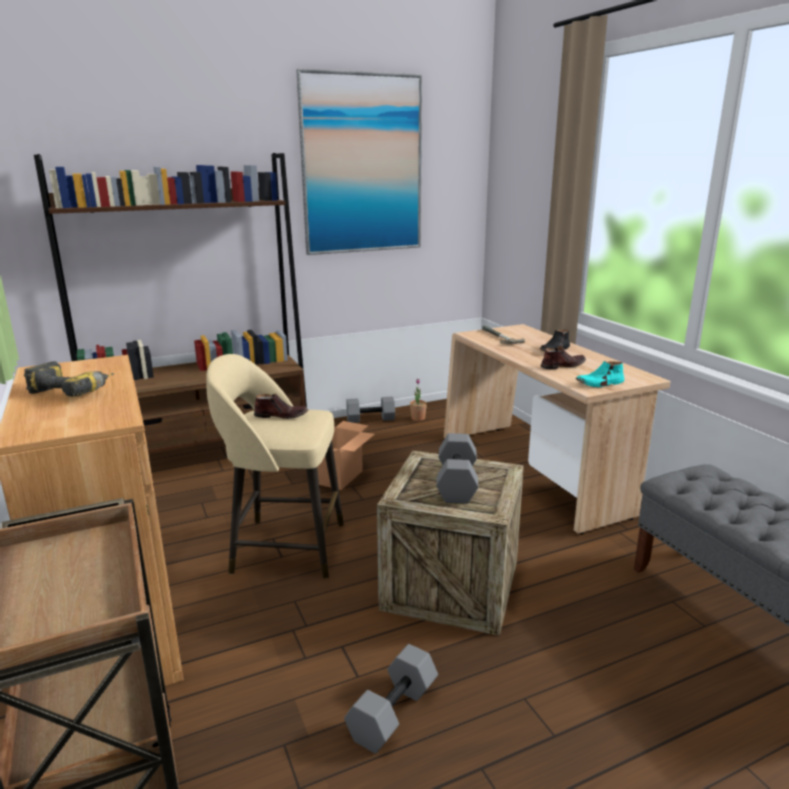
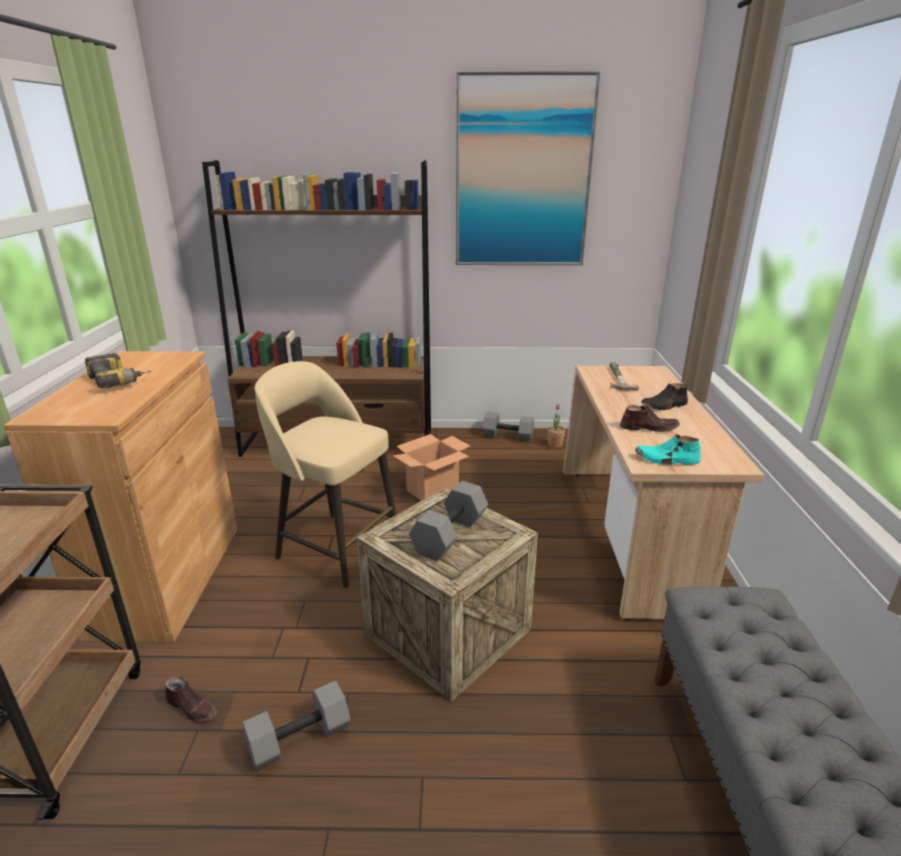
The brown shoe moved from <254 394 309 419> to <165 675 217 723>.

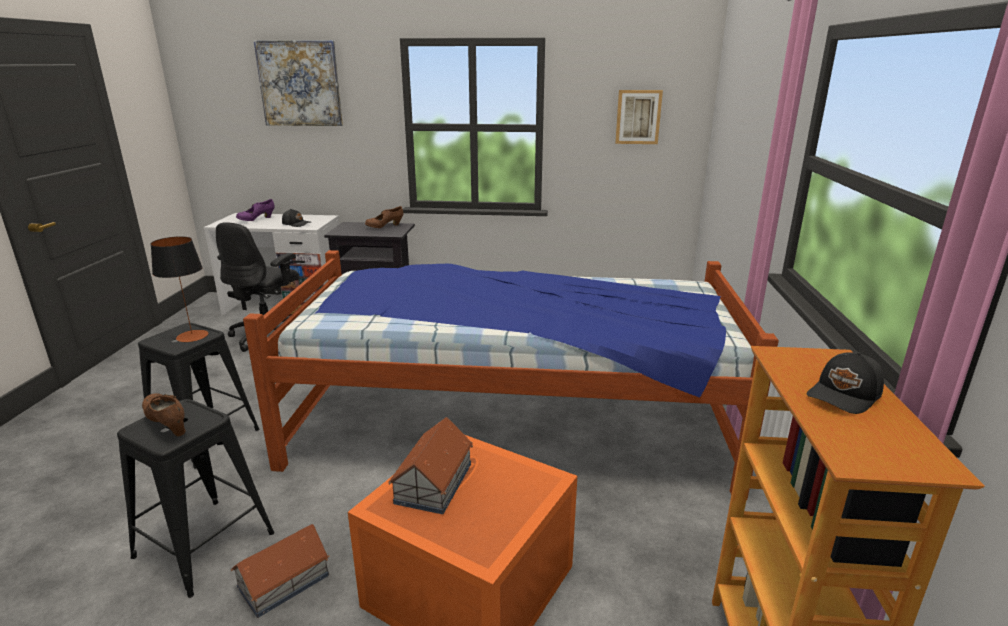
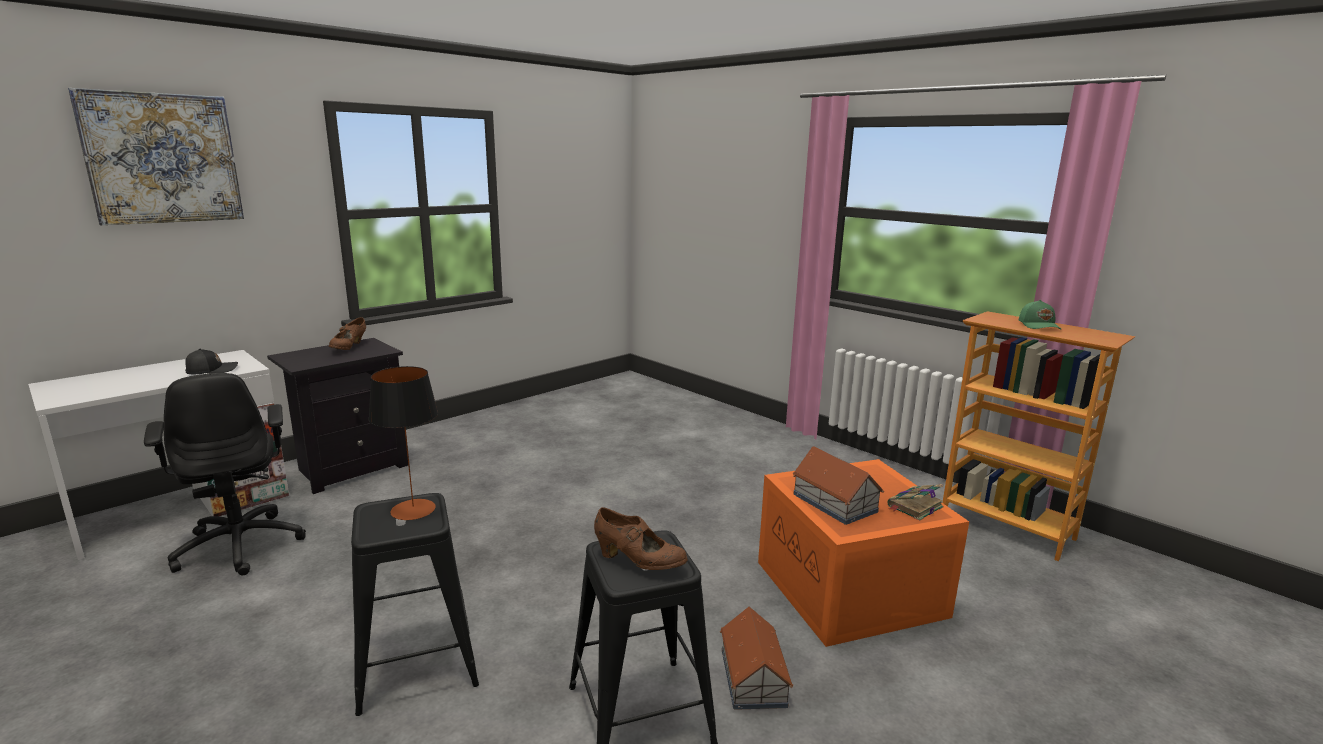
The brown shoe at <142 393 186 436> turned 150 degrees counterclockwise. The purple shoe at <236 199 275 221> disappeared. The bed at <243 250 779 499> disappeared. The picture at <615 90 663 144> disappeared. The black cap at <807 352 884 414> became the green cap at <1019 300 1062 330>. The book at <887 484 944 521> appeared.

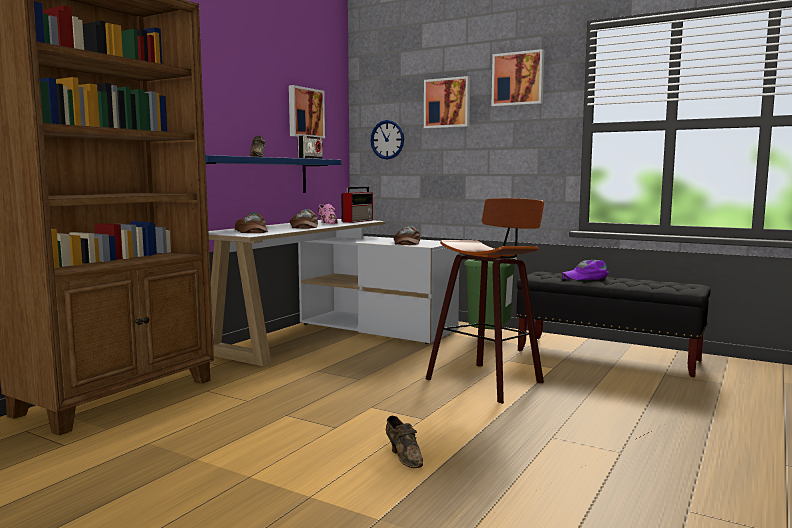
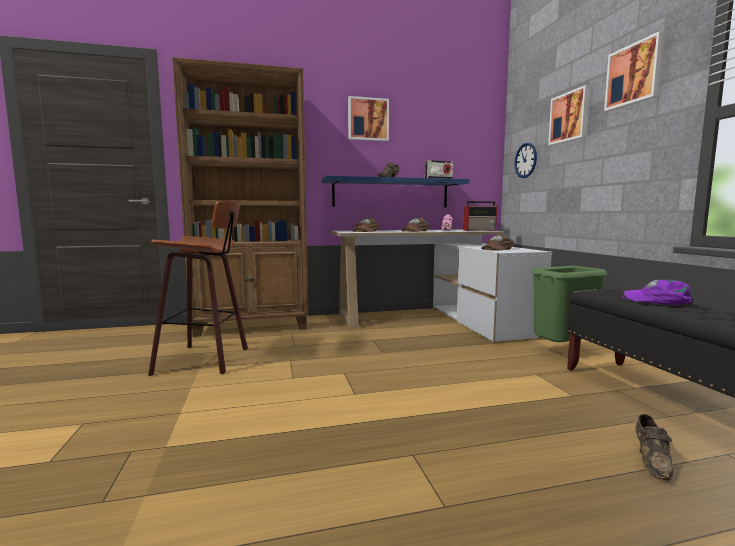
The picture moved from <289 85 325 138> to <348 96 389 141>. The brown shoe moved from <386 416 423 468> to <635 414 673 480>. The stool moved from <426 198 544 404> to <148 201 248 376>.

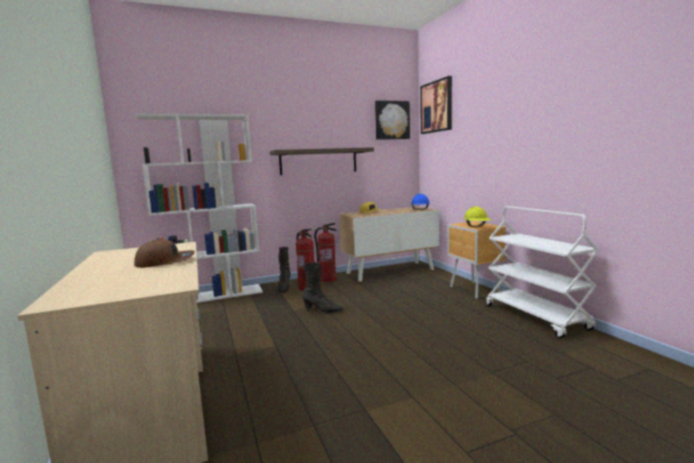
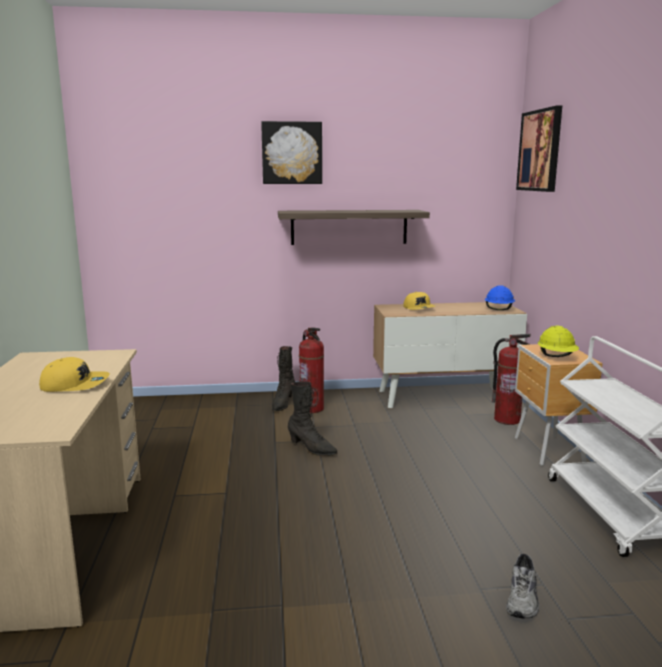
The brown cap at <134 239 195 268> became the yellow cap at <39 357 110 392>. The white bookcase at <136 114 263 303> disappeared. The fire extinguisher moved from <314 223 337 282> to <492 334 531 425>. The picture moved from <375 100 410 140> to <261 121 322 184>. The grey shoe at <506 554 539 618> appeared.

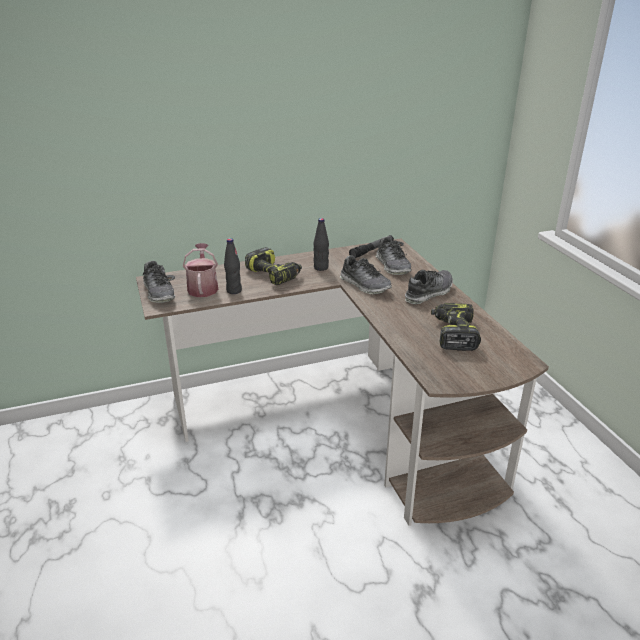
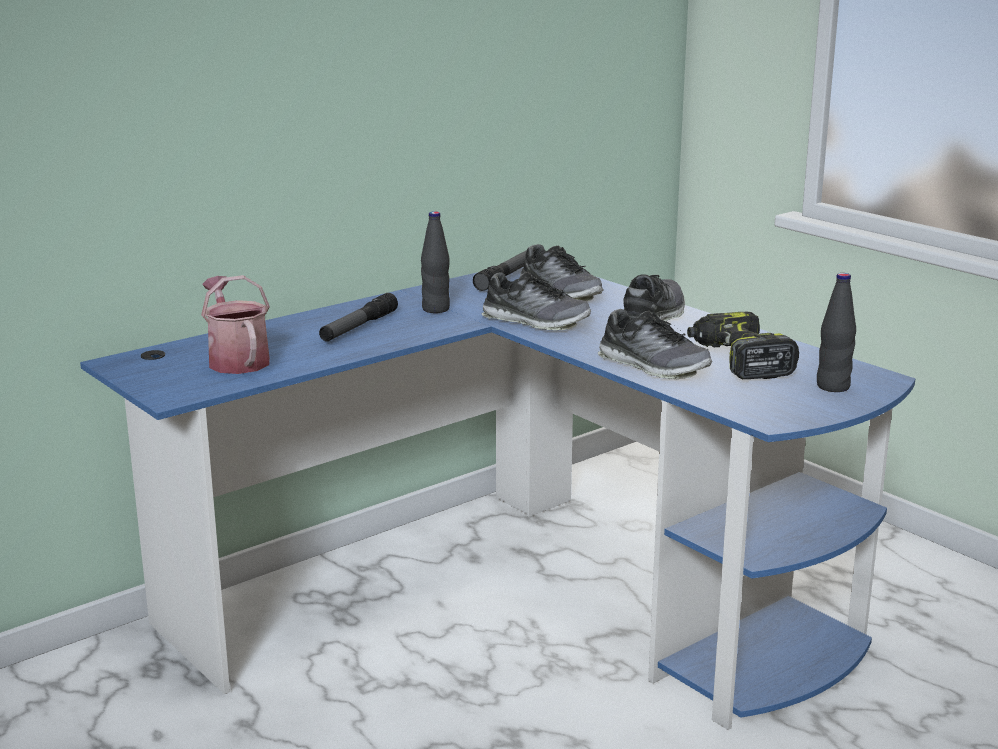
The brown desk at <136 238 549 526> became the blue desk at <80 267 915 730>. The shoe moved from <143 261 175 303> to <598 309 713 379>. The black bottle moved from <224 238 242 294> to <817 273 856 392>. The power drill at <245 247 302 285> was replaced by the flashlight at <319 293 398 341>.

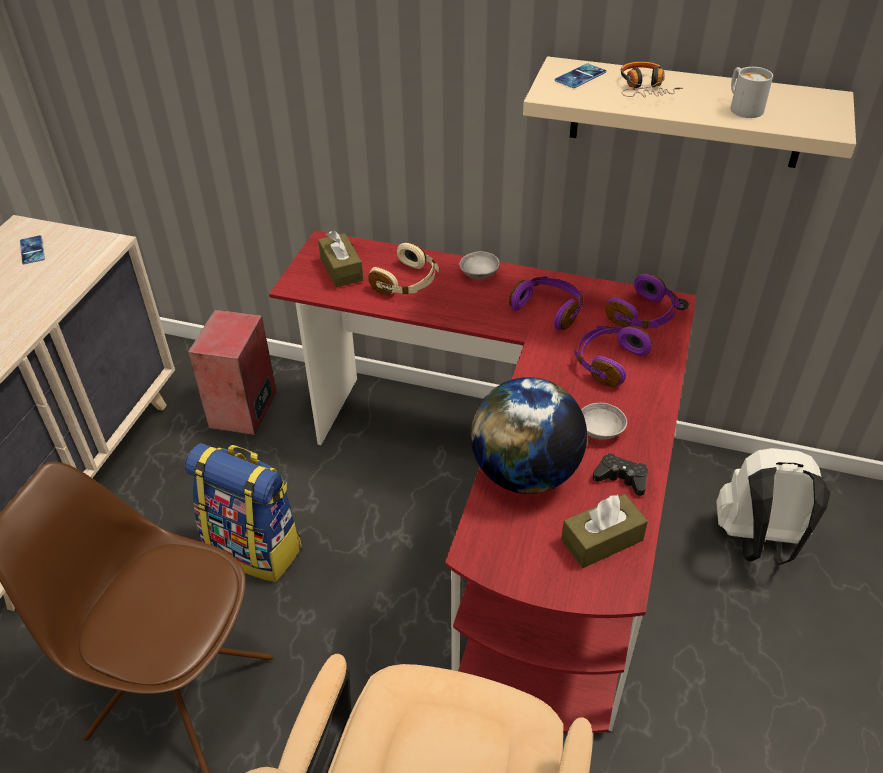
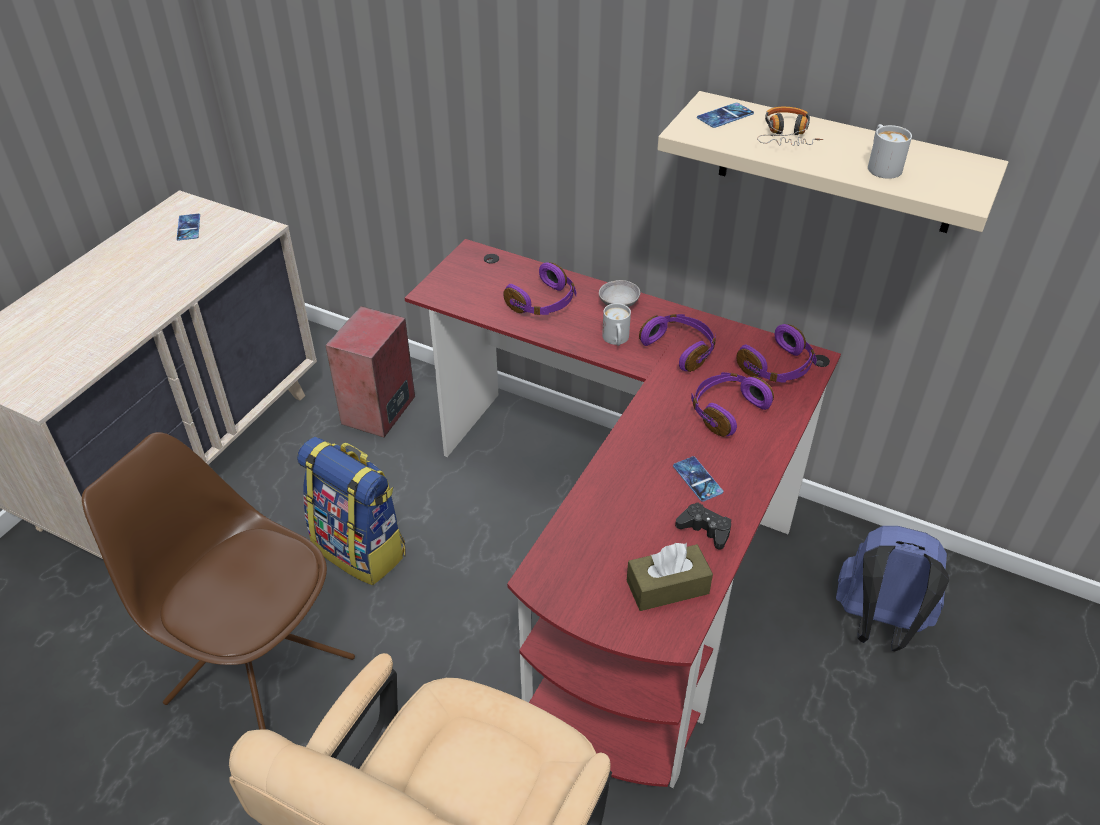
The brown tissue box at <318 231 363 287> disappeared. The beige headphones at <368 242 439 295> became the purple headphones at <503 262 576 315>. The globe at <471 377 587 494> disappeared. The grey bowl at <581 403 627 440> was replaced by the phone at <673 456 723 502>. The white backpack at <716 448 830 565> became the blue backpack at <836 526 949 651>. The white mug at <602 303 631 346> appeared.

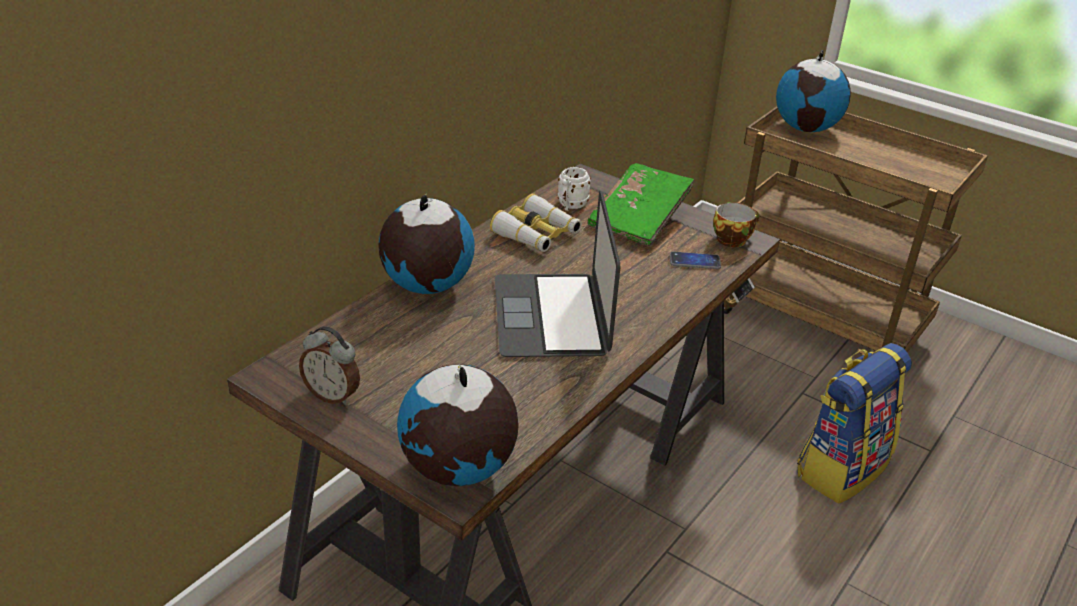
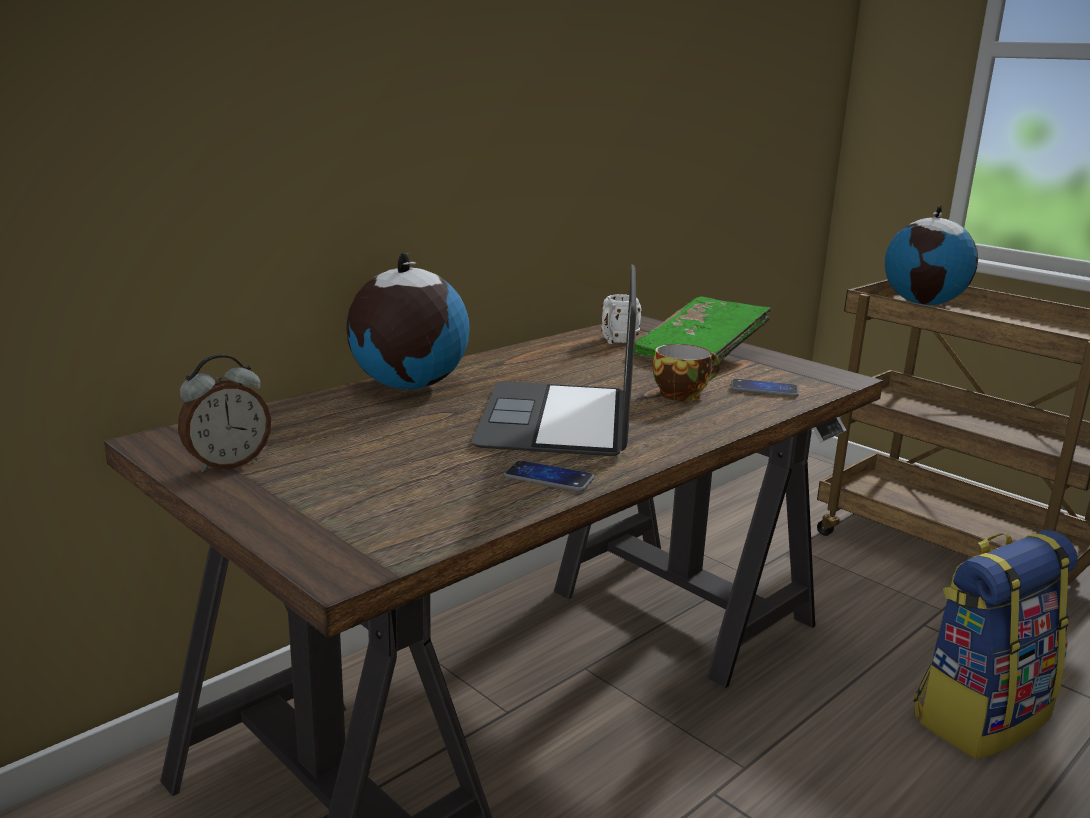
The alarm clock at <299 326 360 405> turned 75 degrees counterclockwise. The globe at <397 364 519 486> disappeared. The binoculars at <490 194 582 252> disappeared. The cup moved from <713 202 759 247> to <653 344 720 401>. The phone at <504 460 595 492> appeared.

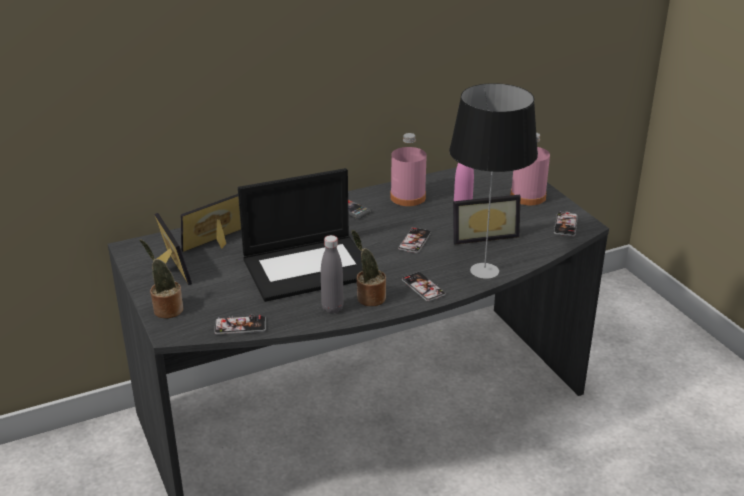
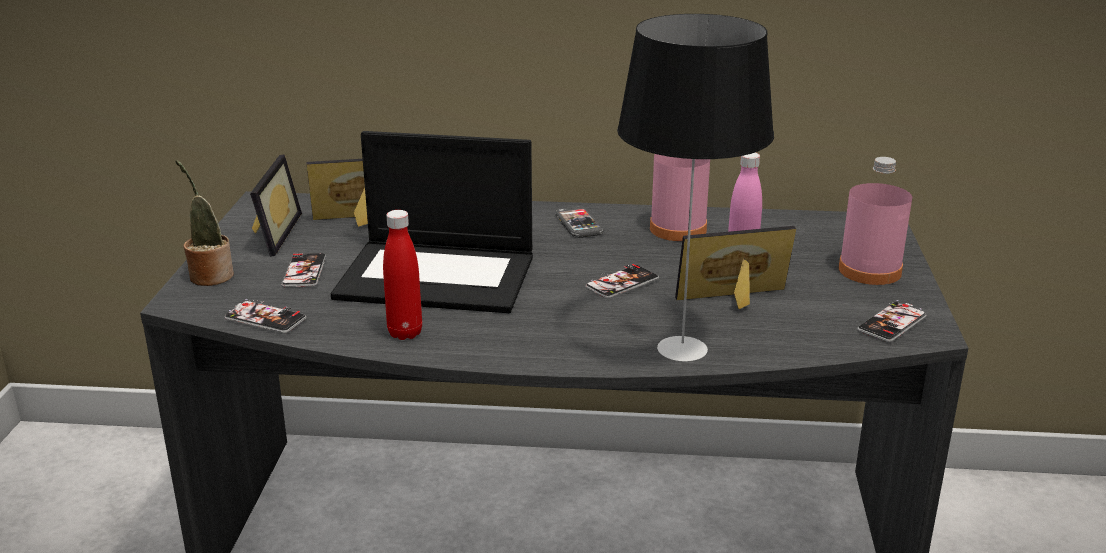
The grey bottle at <321 235 344 313> became the red bottle at <383 210 422 340>. The potted plant at <351 230 386 306> disappeared. The phone moved from <402 272 446 302> to <281 253 326 287>. The picture frame at <453 195 520 245> turned 150 degrees clockwise.

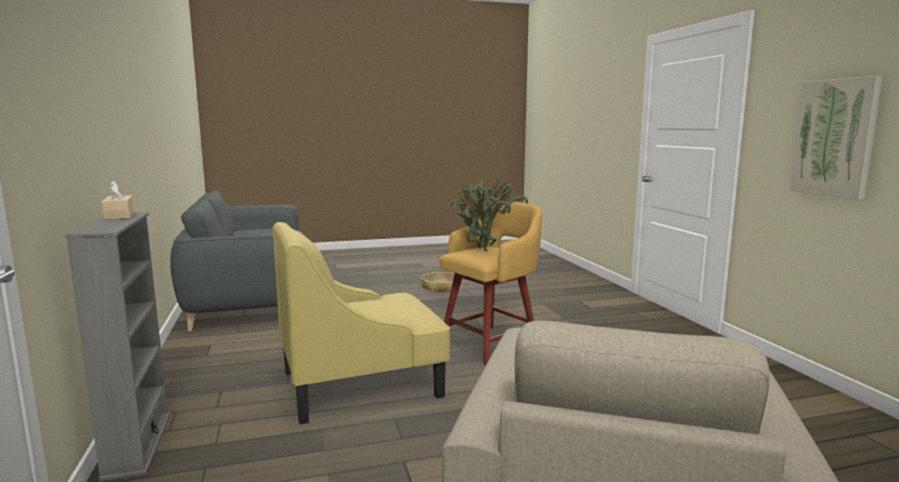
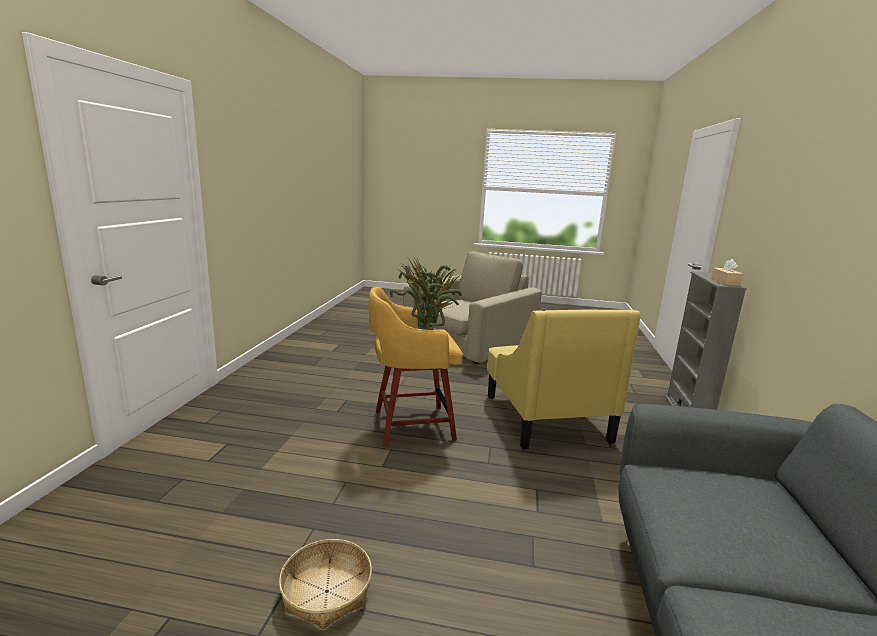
The yellow armchair at <273 222 450 425> turned 75 degrees clockwise. The picture at <790 76 882 199> disappeared.

